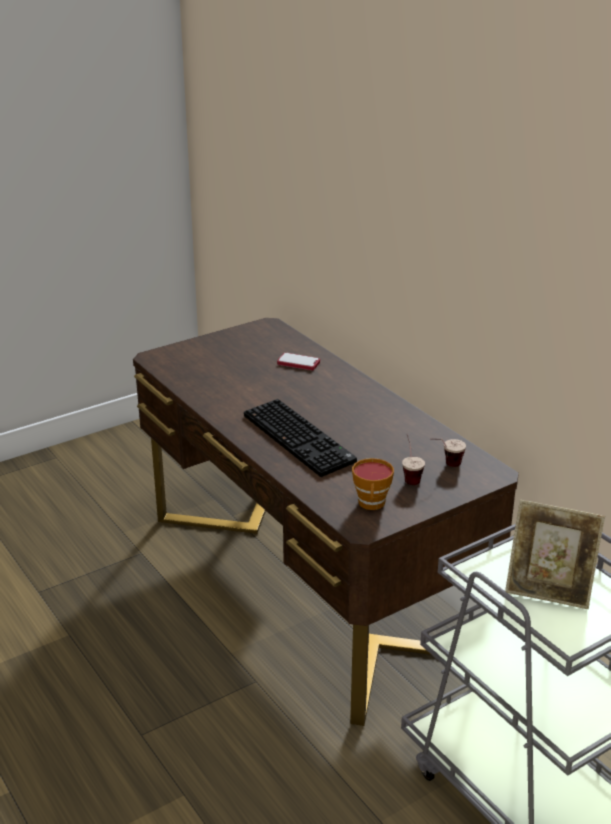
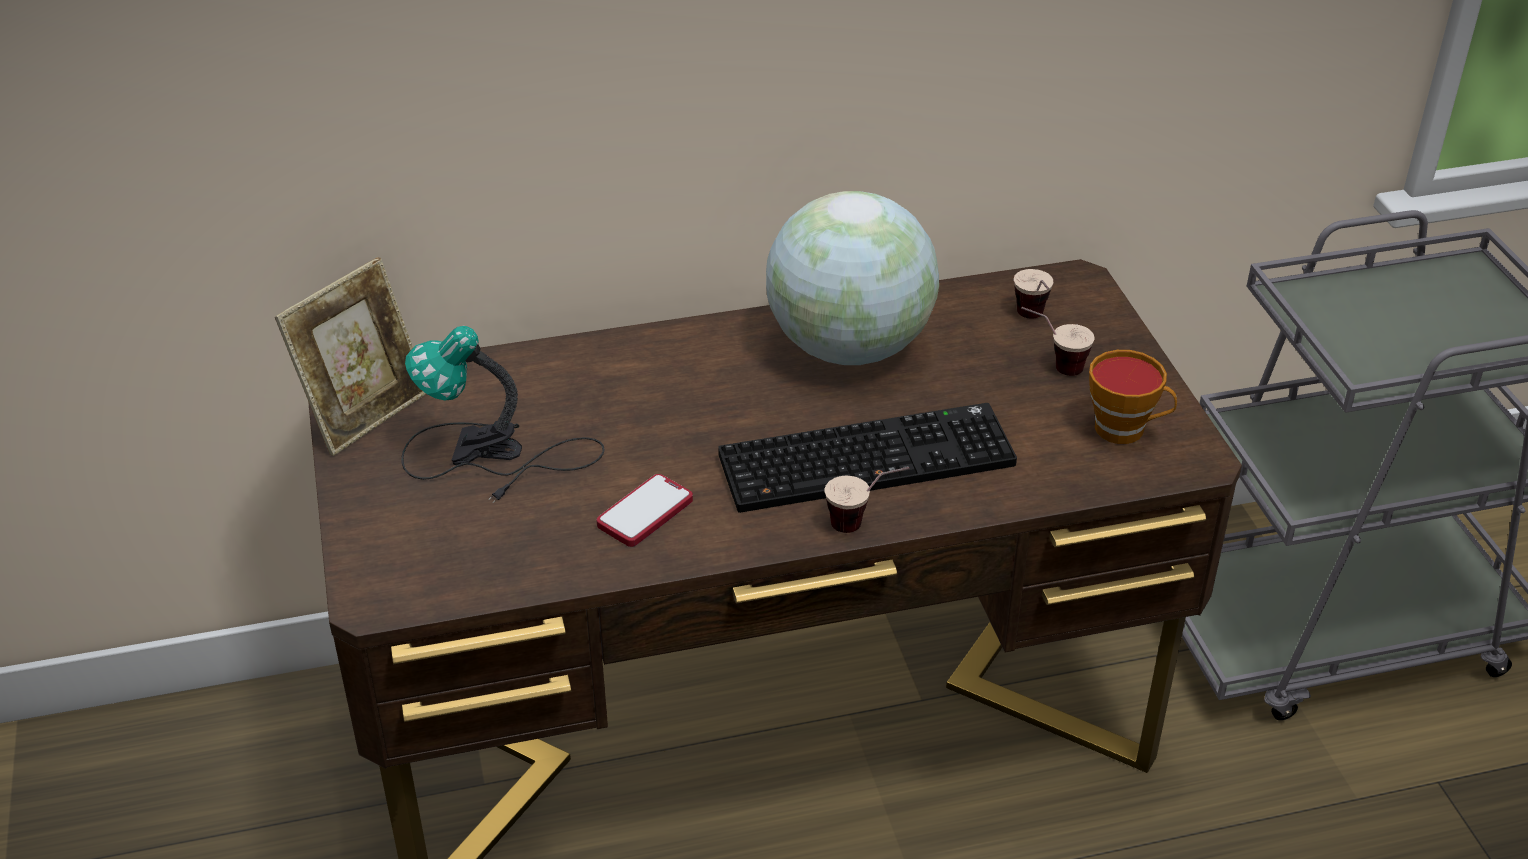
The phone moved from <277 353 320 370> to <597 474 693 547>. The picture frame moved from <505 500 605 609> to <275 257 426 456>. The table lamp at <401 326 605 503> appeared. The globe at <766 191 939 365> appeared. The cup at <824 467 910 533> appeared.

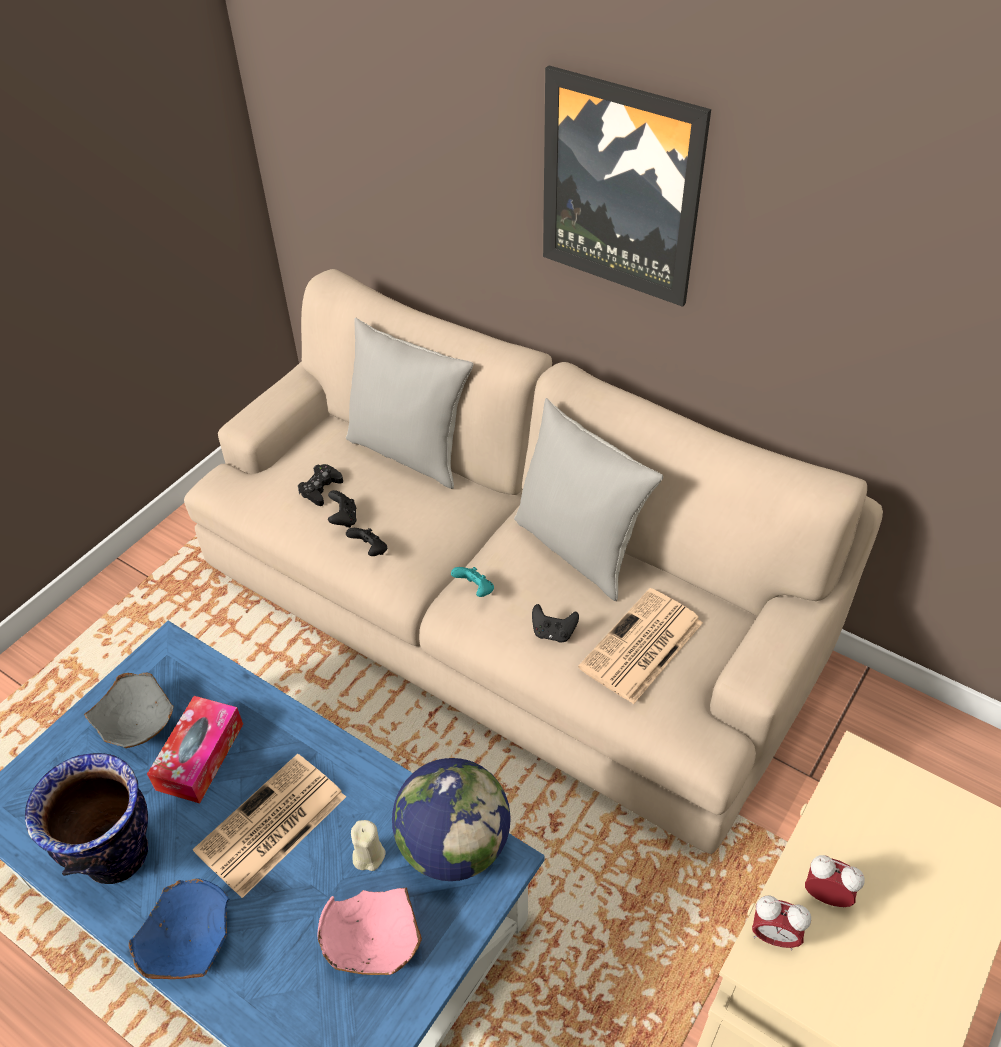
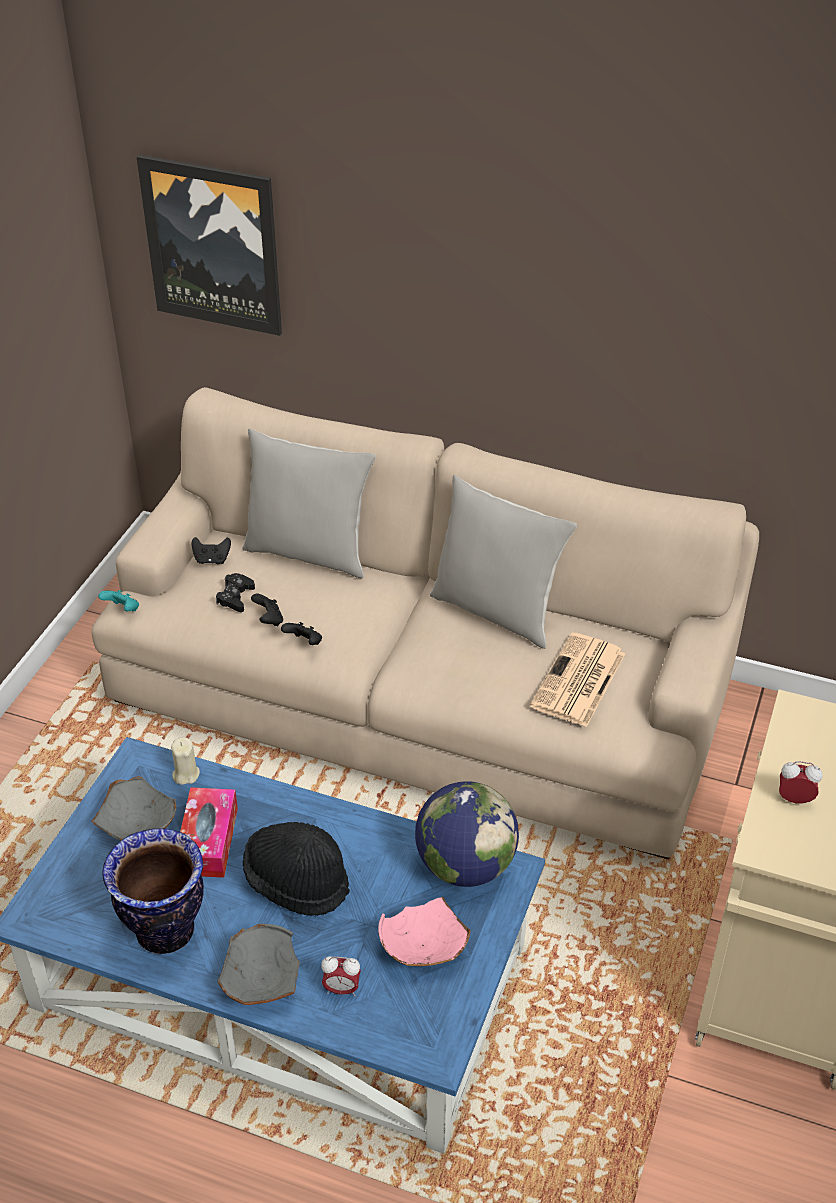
The blue bowl at <129 878 229 979> became the grey bowl at <217 924 300 1005>. The newspaper at <193 754 346 898> was replaced by the black hat at <243 822 350 916>. The beige candle moved from <351 820 385 871> to <171 737 200 785>. The turquoise game controller moved from <451 567 494 597> to <98 590 139 612>. The black game controller moved from <532 604 579 642> to <192 537 231 564>. The picture moved from <543 66 711 307> to <137 155 282 336>. The alarm clock moved from <752 895 811 950> to <321 956 361 996>.

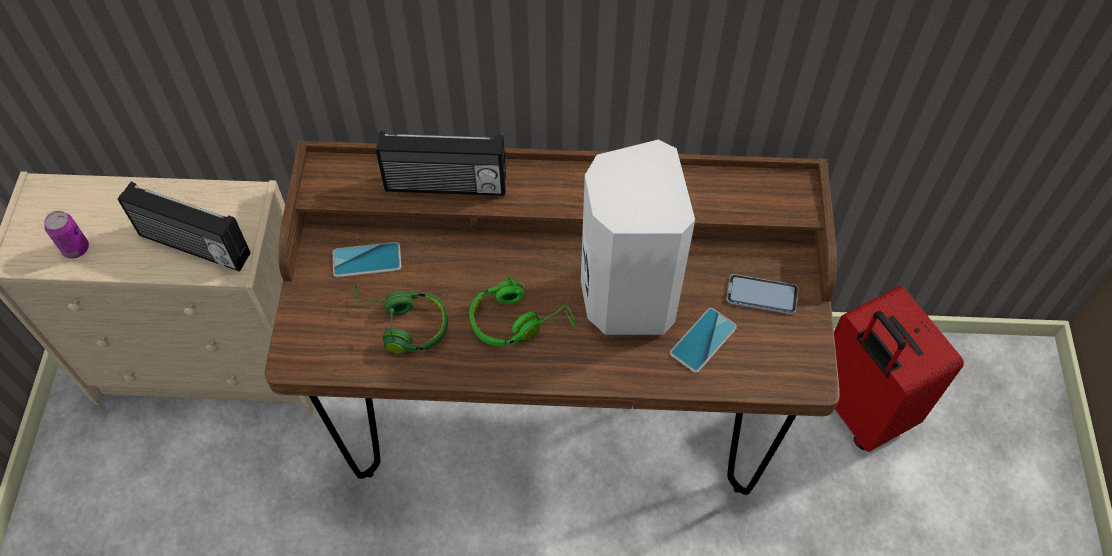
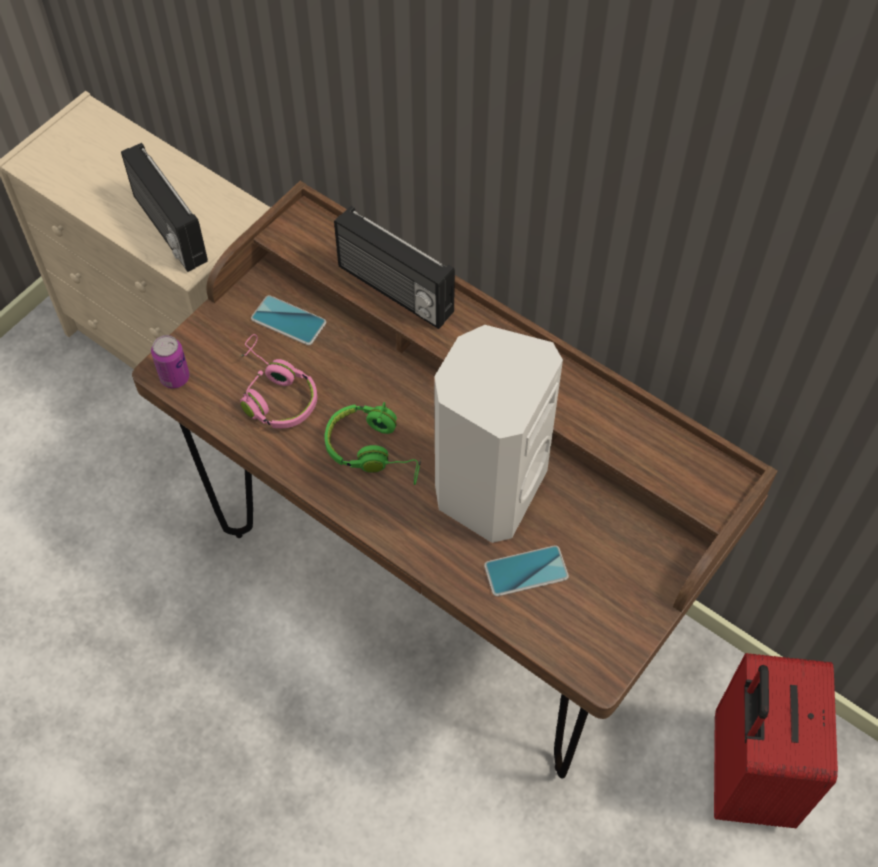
The can moved from <44 211 89 258> to <151 335 190 388>. The green headphones at <353 285 448 354> became the pink headphones at <239 334 317 428>. The phone at <726 274 798 314> disappeared.

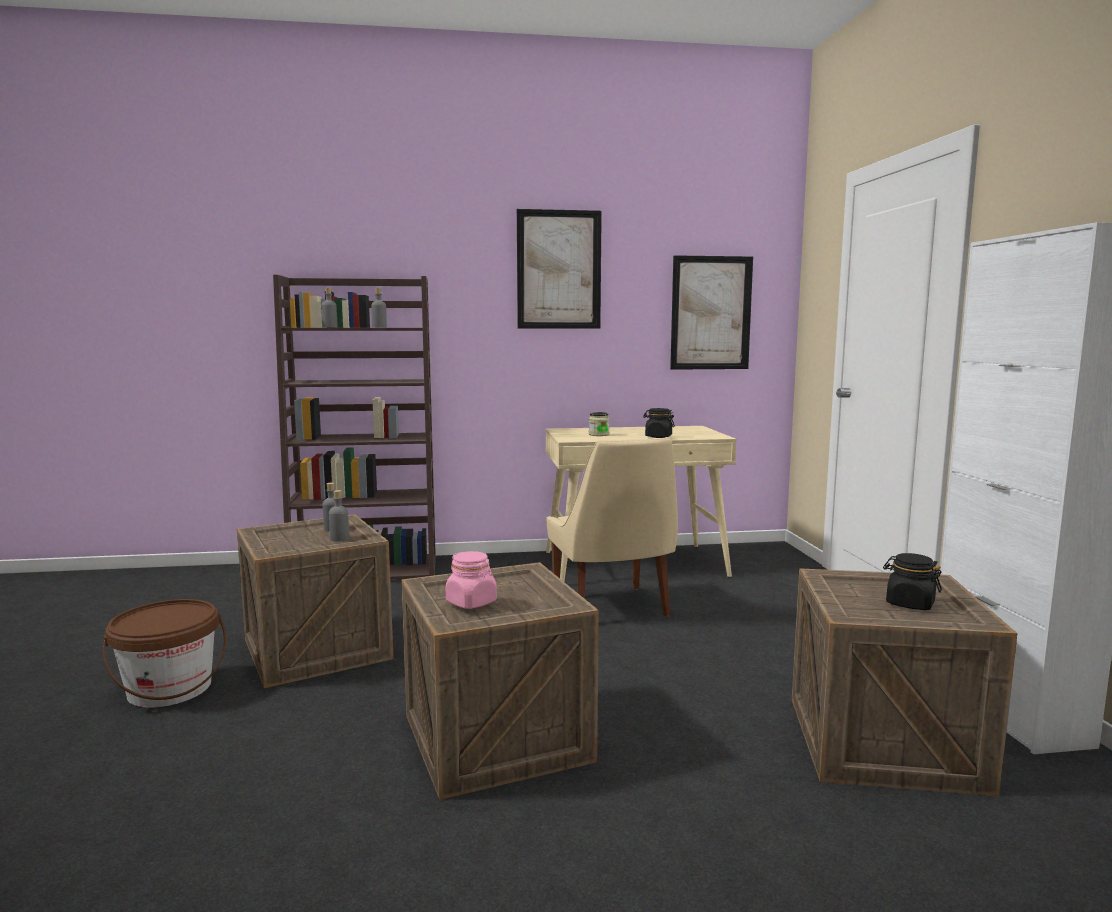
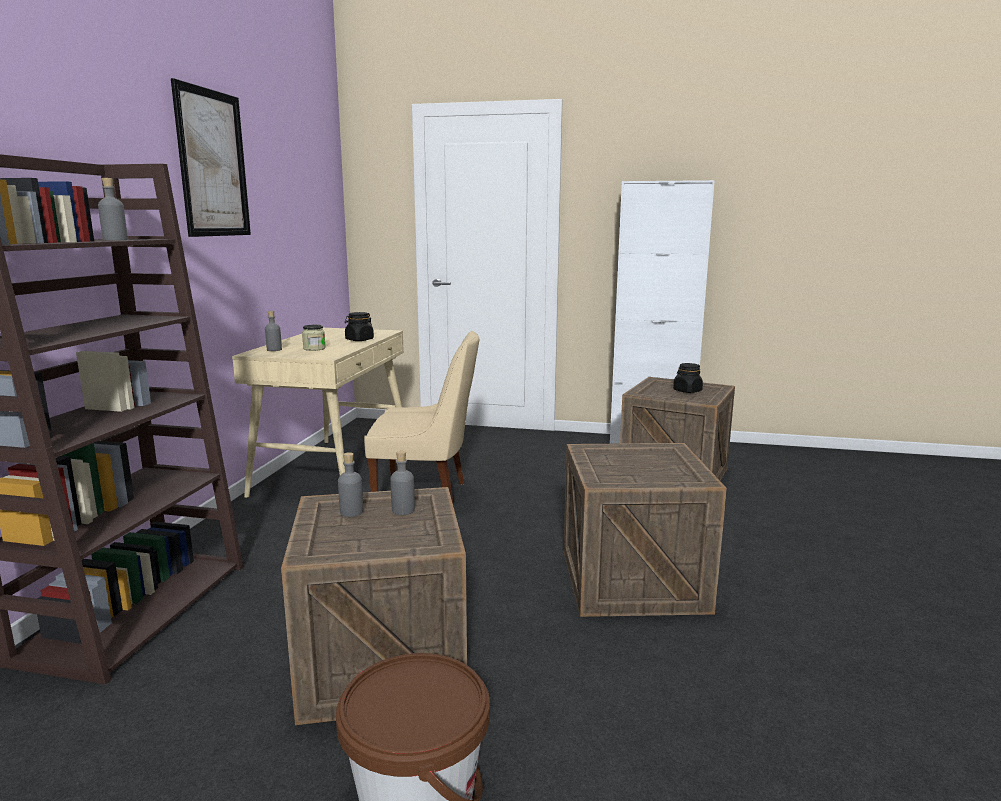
The grey bottle moved from <321 288 337 327> to <265 311 282 351>. The pink jar at <446 551 497 609> disappeared. The picture at <670 255 753 370> disappeared.

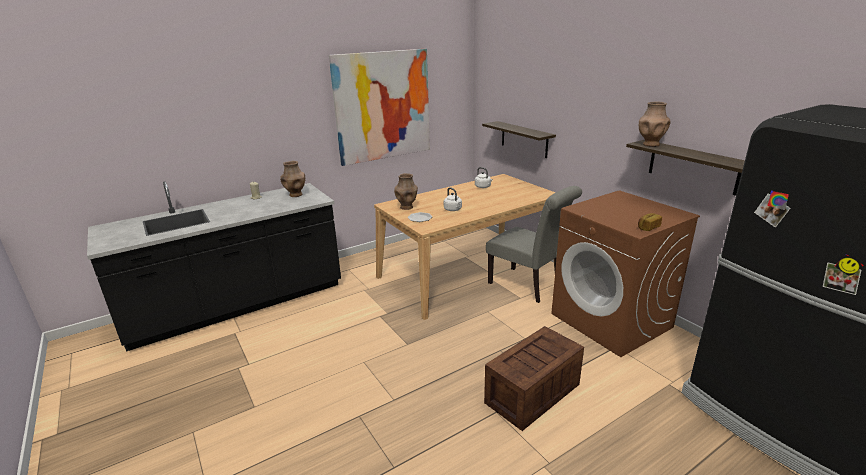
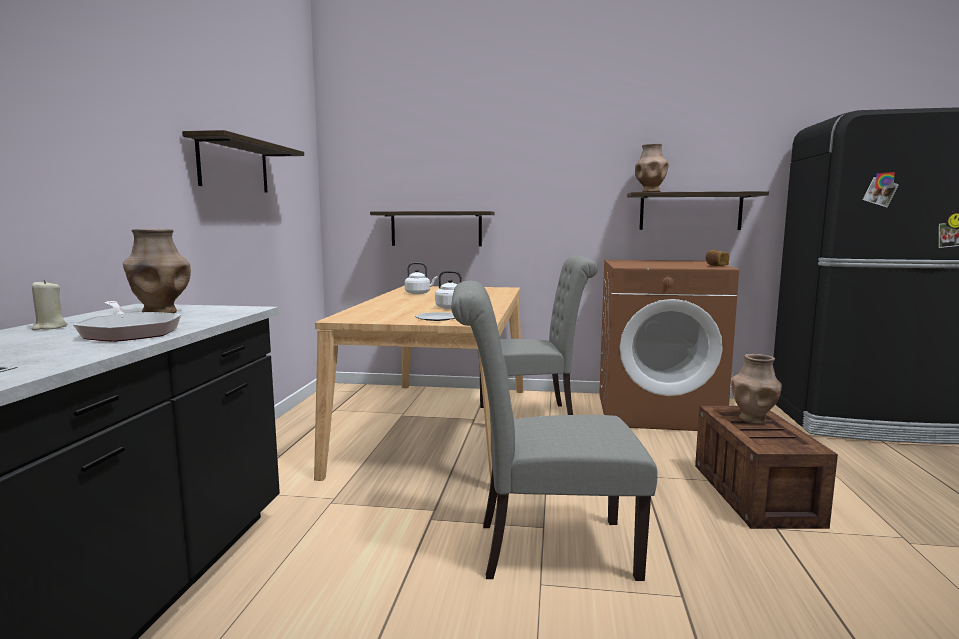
The picture at <329 49 430 166> was replaced by the shelf at <182 130 304 193>. The brown vase moved from <394 173 418 210> to <731 354 782 424>. The frying pan at <73 301 181 342> appeared. The grey chair at <451 281 658 581> appeared.

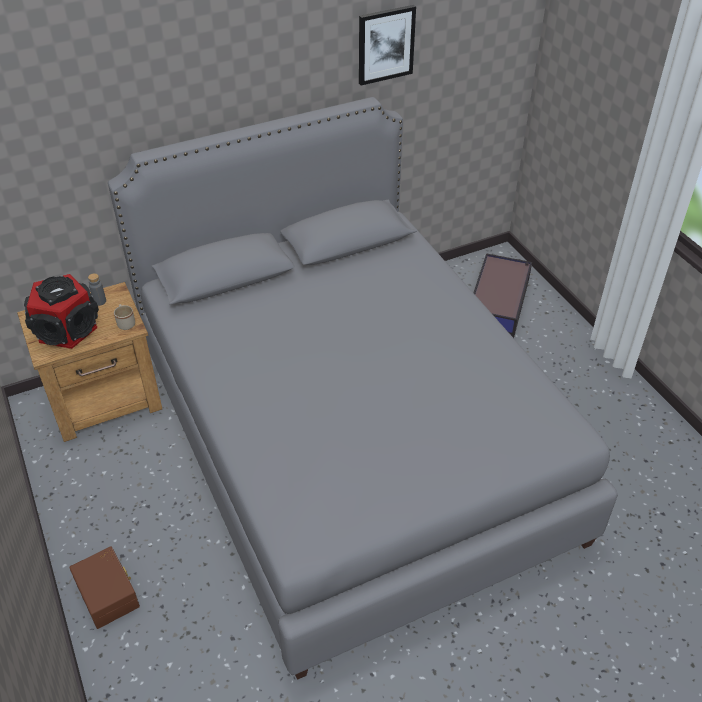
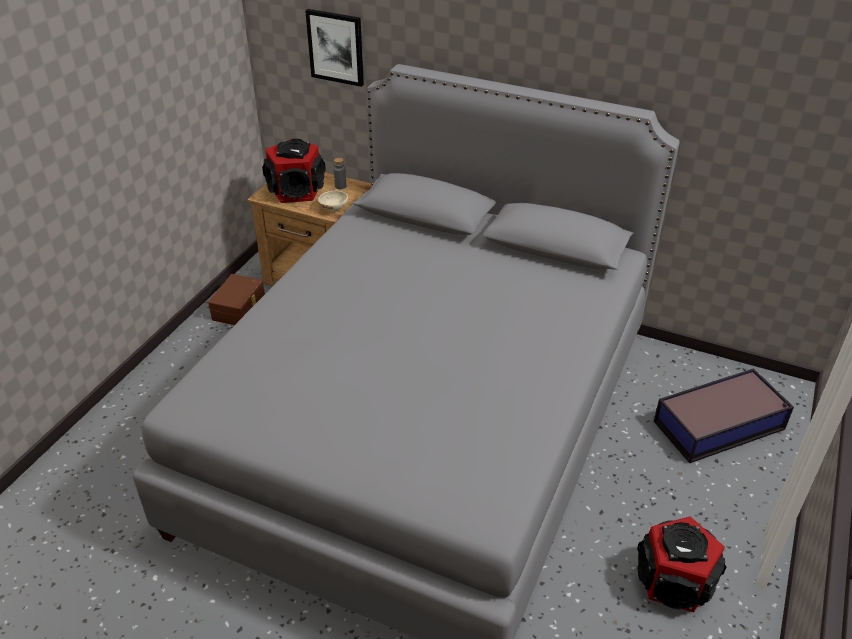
The brown storage box moved from <69 546 140 629> to <208 274 265 325>. The beige mug at <114 304 135 330> was replaced by the beige bowl at <318 191 348 212>. The picture moved from <359 5 416 85> to <305 9 364 87>. The speaker at <637 517 727 612> appeared.

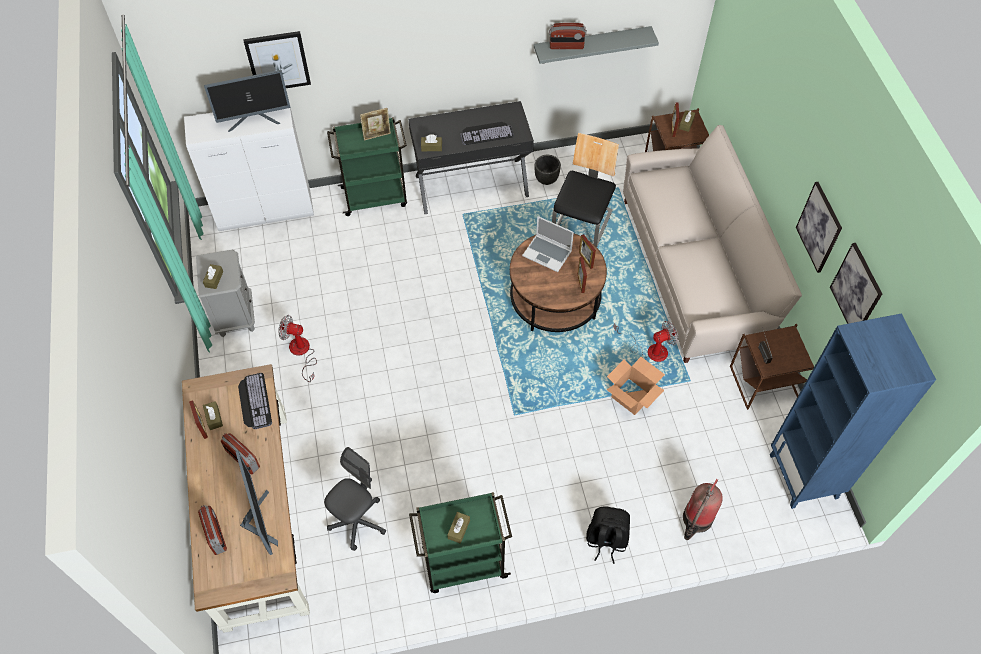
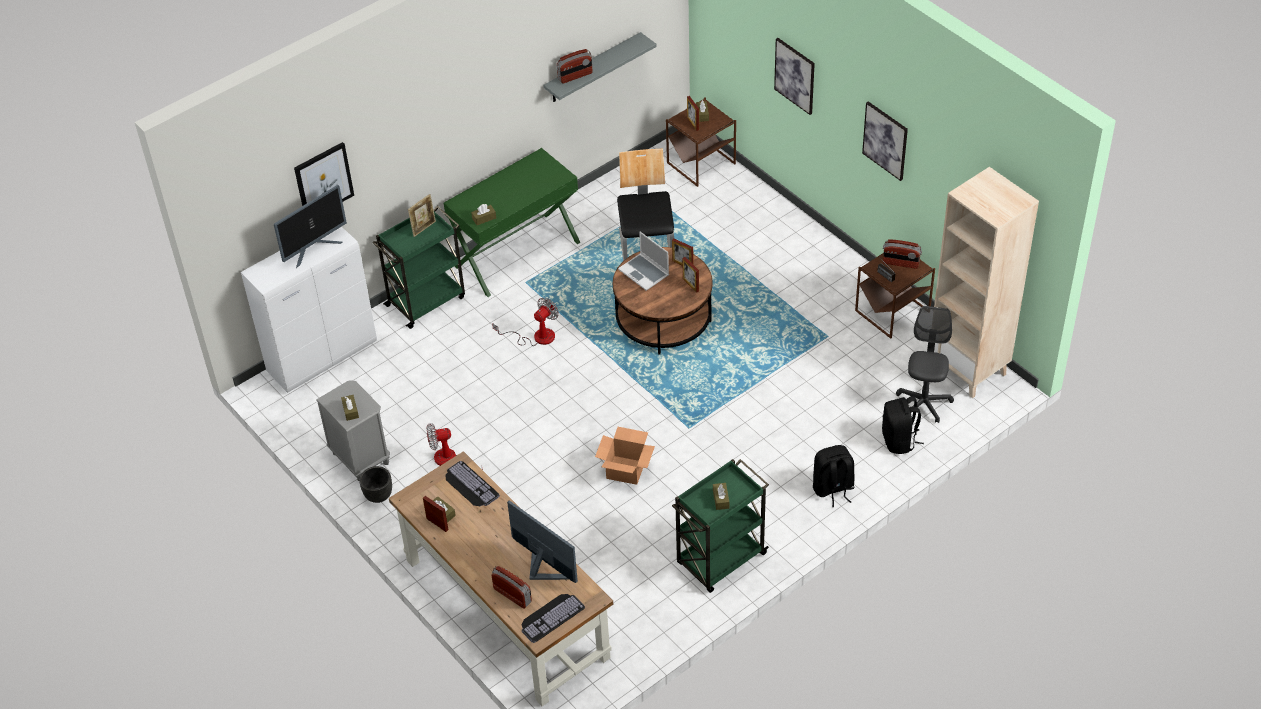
The radio moved from <221 433 260 474> to <883 239 922 269>. The grey office chair moved from <324 447 386 551> to <896 306 954 423>. The black desk at <408 101 534 214> became the green desk at <444 148 580 297>. The keyboard moved from <460 122 514 145> to <522 594 585 643>. The laptop at <522 216 574 272> turned 45 degrees clockwise. The black planter moved from <535 155 561 185> to <359 466 392 503>. The cardboard box moved from <607 357 665 415> to <595 427 655 485>. The fan moved from <613 321 678 362> to <492 298 559 346>. The beige sofa at <623 125 802 363> disappeared. The fire extinguisher at <683 479 723 540> was replaced by the black backpack at <882 396 924 454>. The blue bookcase at <770 313 936 509> became the beige bookcase at <934 167 1039 398>. The picture moved from <830 243 882 324> to <774 38 815 115>.

